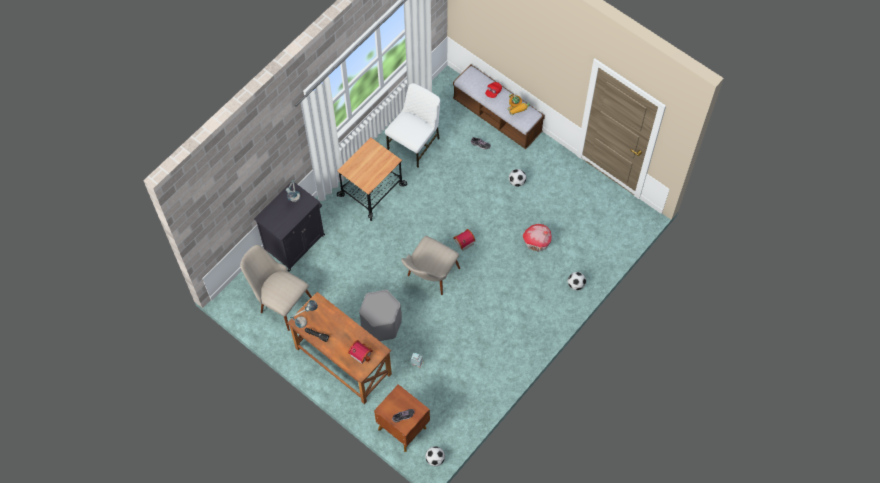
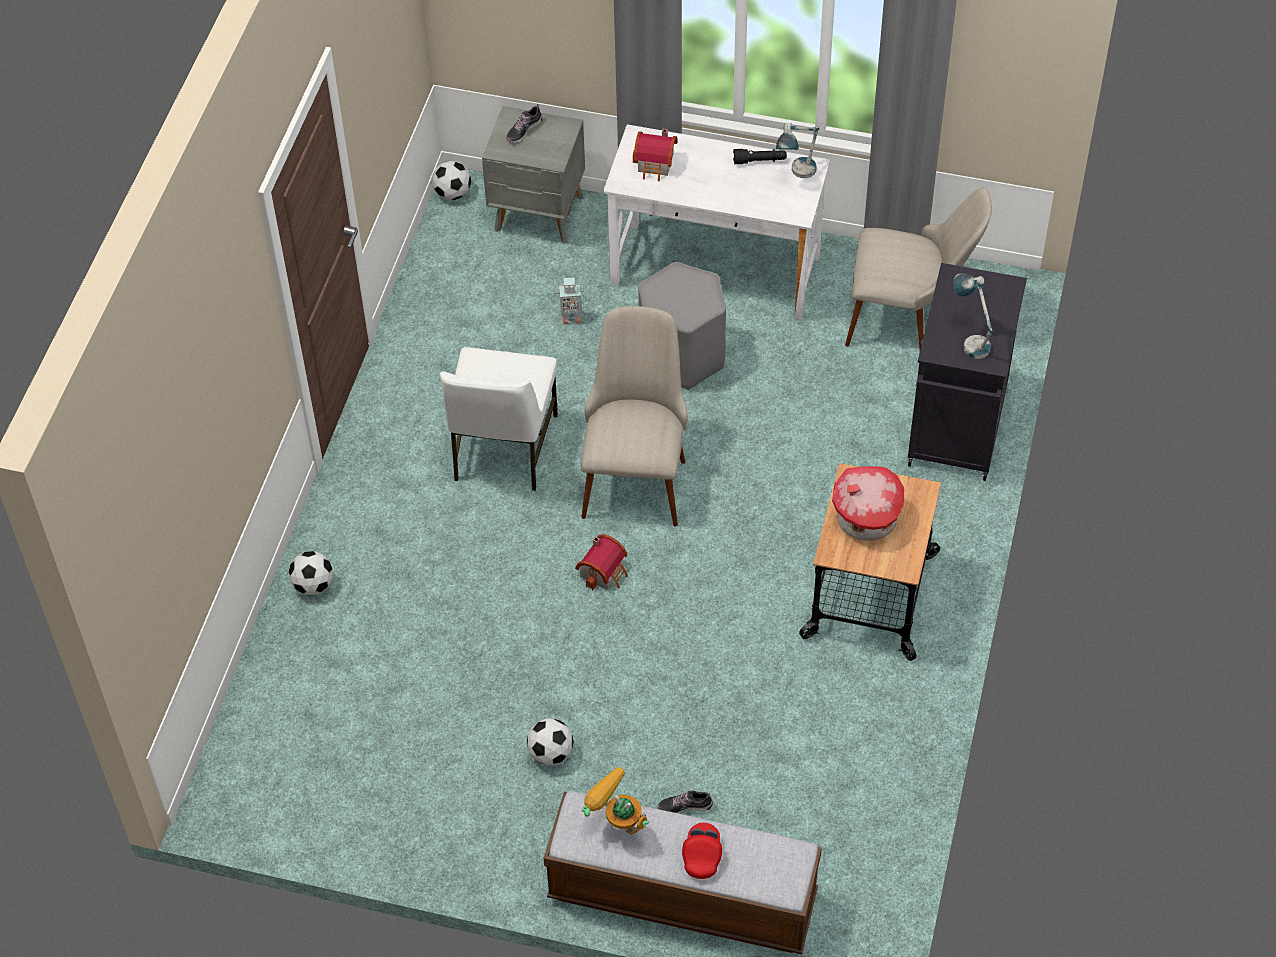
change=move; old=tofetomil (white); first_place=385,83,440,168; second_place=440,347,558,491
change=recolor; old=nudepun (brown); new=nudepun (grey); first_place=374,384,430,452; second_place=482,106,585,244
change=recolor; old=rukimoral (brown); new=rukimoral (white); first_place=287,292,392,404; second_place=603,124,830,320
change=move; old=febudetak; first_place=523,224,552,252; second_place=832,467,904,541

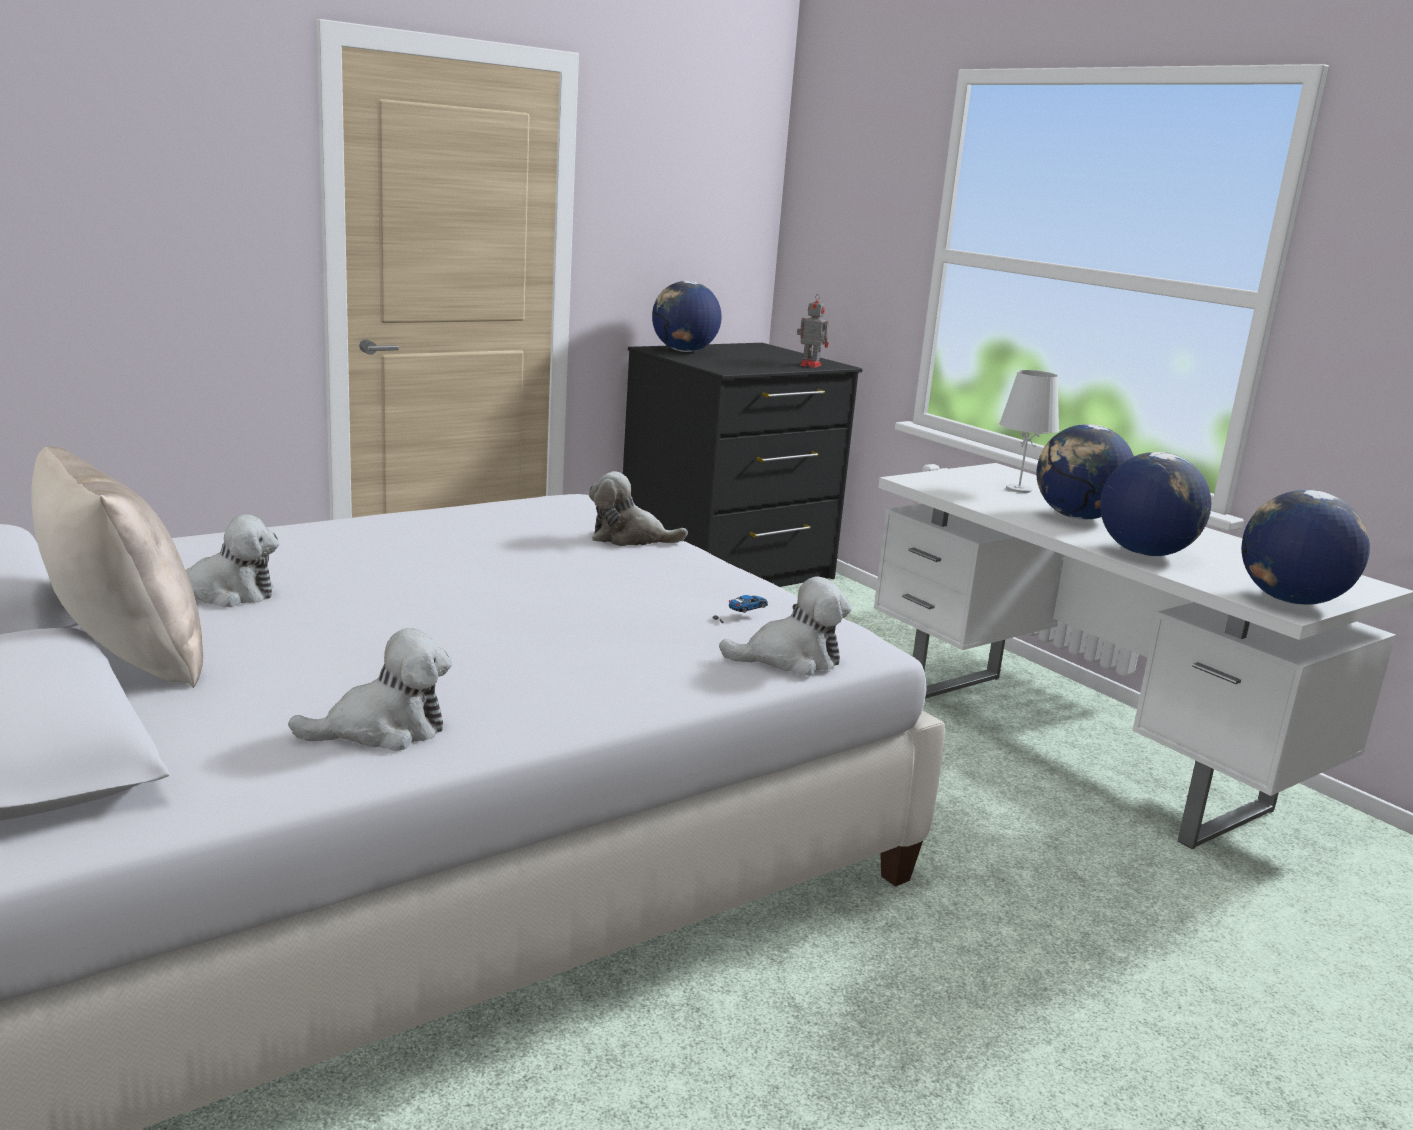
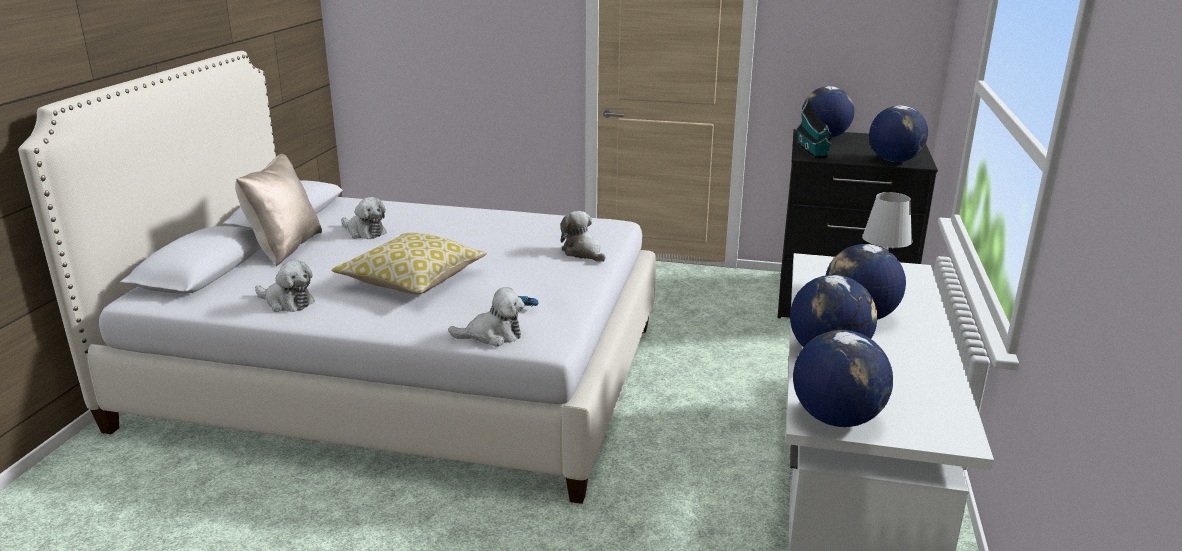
change=insert; new=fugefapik; second_place=332,233,487,294
change=rotate; old=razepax; first_place=719,576,851,675; second_place=448,287,525,347; degrees=-45
change=insert; new=febudetak; second_place=796,99,833,158
change=replace; old=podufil; new=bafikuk; first_place=797,294,829,368; second_place=869,105,928,162

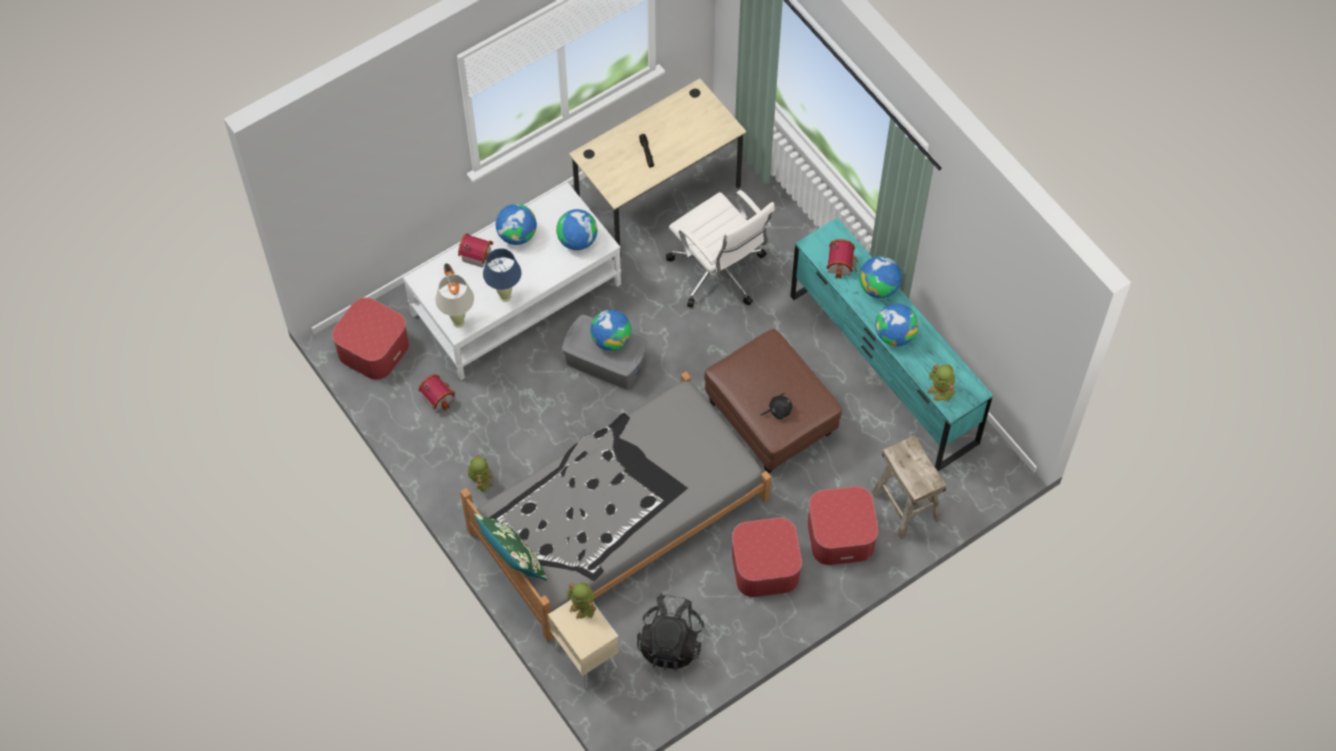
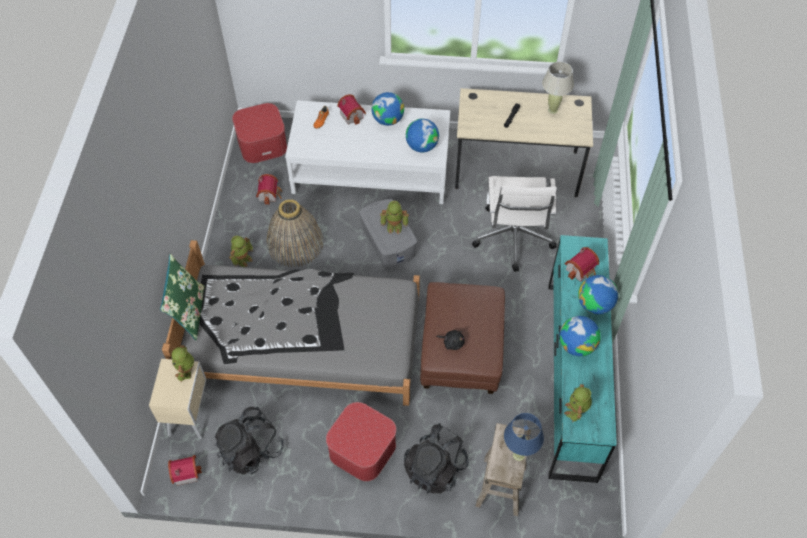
change=insert; new=febudetak; second_place=168,455,202,486
change=insert; new=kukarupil; second_place=267,199,324,267
change=replace; old=bafikuk; new=podufil; first_place=590,310,631,351; second_place=380,201,409,234
change=replace; old=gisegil; new=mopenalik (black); first_place=807,486,879,565; second_place=404,423,469,494
change=move; old=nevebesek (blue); first_place=483,248,521,302; second_place=504,413,544,461
change=move; old=nevebesek (beige); first_place=435,274,474,327; second_place=542,62,574,114

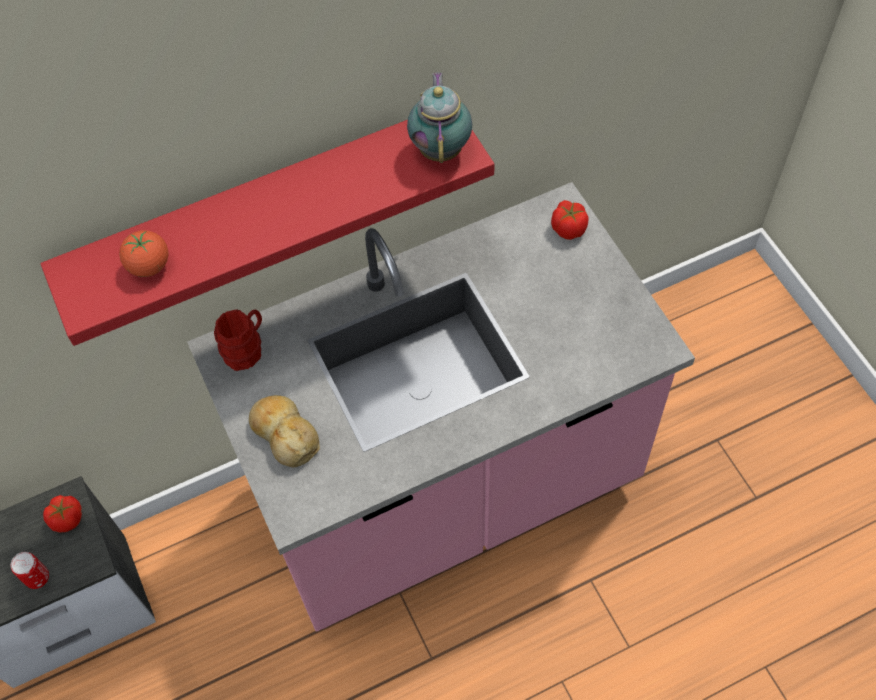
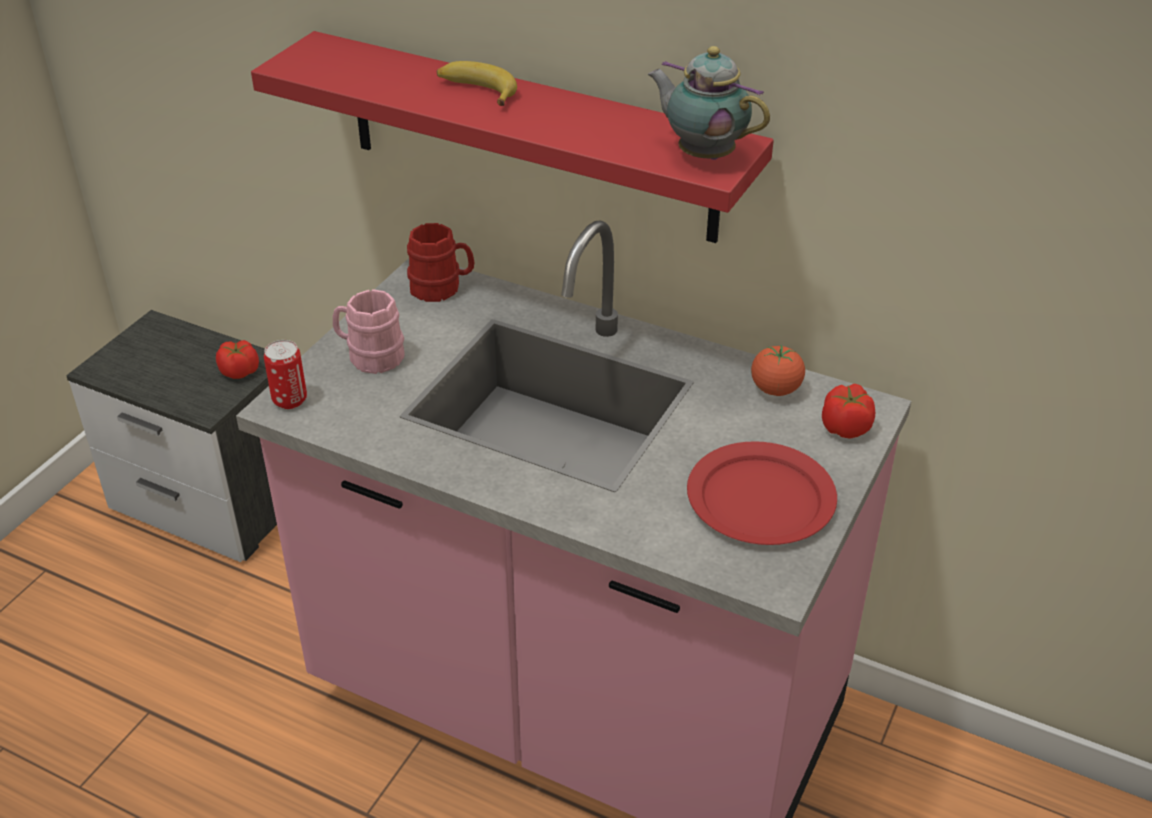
change=move; old=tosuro; first_place=11,552,49,589; second_place=264,340,307,409
change=replace; old=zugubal; new=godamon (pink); first_place=249,395,320,467; second_place=333,289,405,374
change=insert; new=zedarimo; second_place=437,61,517,106
change=rotate; old=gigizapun; first_place=407,72,472,163; second_place=648,46,770,160; degrees=-105
change=insert; new=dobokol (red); second_place=687,441,837,545
change=move; old=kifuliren; first_place=119,230,168,277; second_place=751,345,805,396

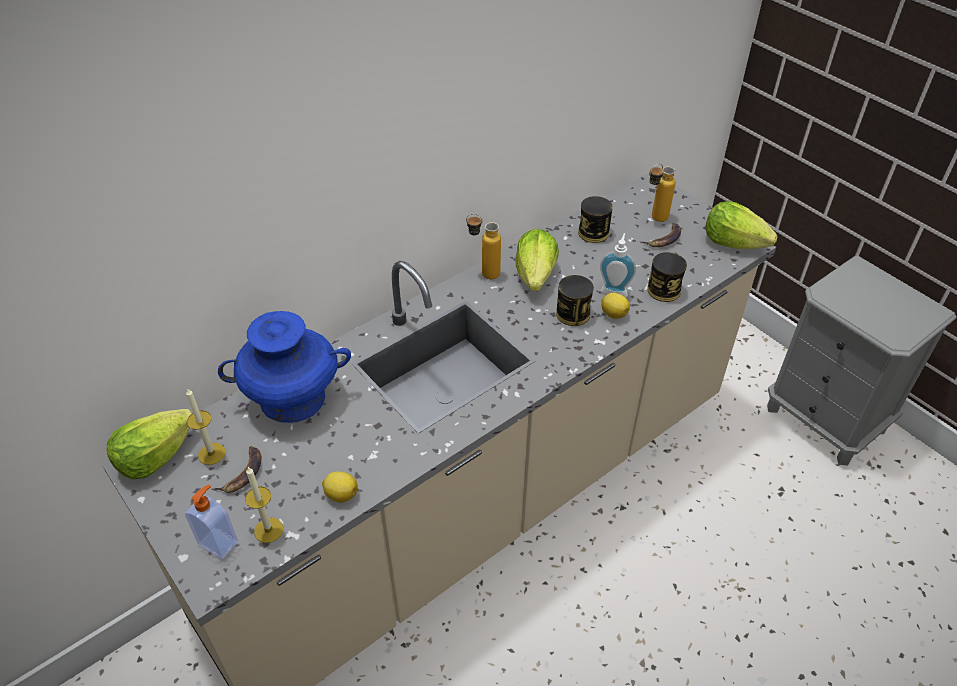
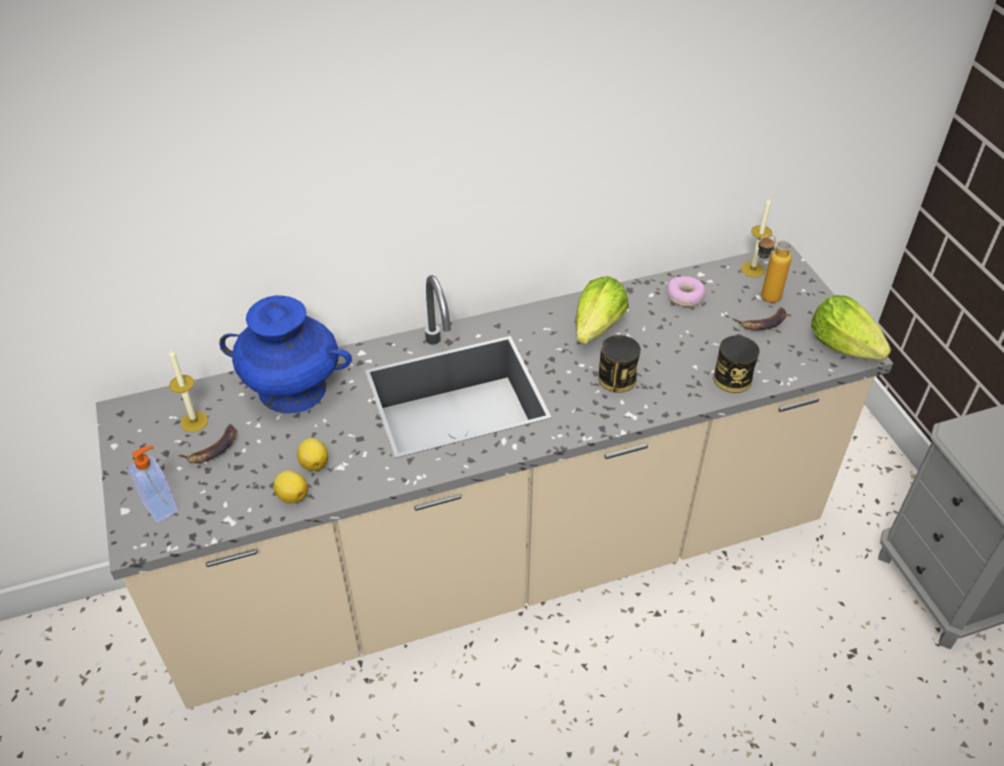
change=move; old=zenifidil; first_place=601,293,630,319; second_place=297,438,328,471
change=replace; old=tosuro; new=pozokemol; first_place=578,196,613,243; second_place=667,276,706,307
change=move; old=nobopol; first_place=245,467,283,543; second_place=741,197,772,277
change=delete; old=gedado; first_place=106,409,192,480
change=delete; old=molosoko; first_place=466,213,501,279
change=delete; old=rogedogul; first_place=600,233,636,297

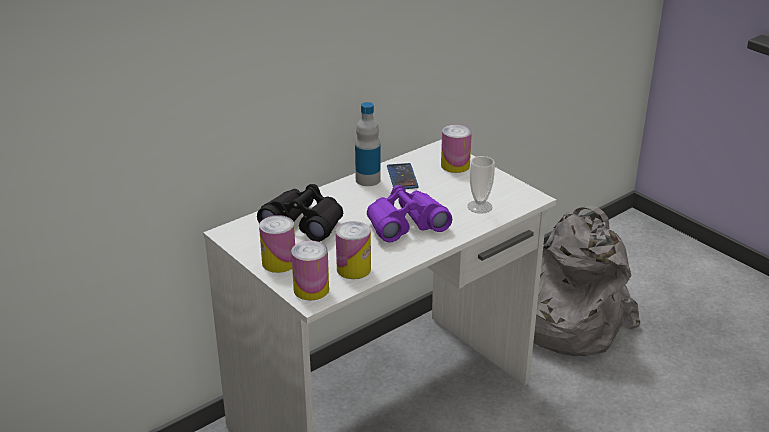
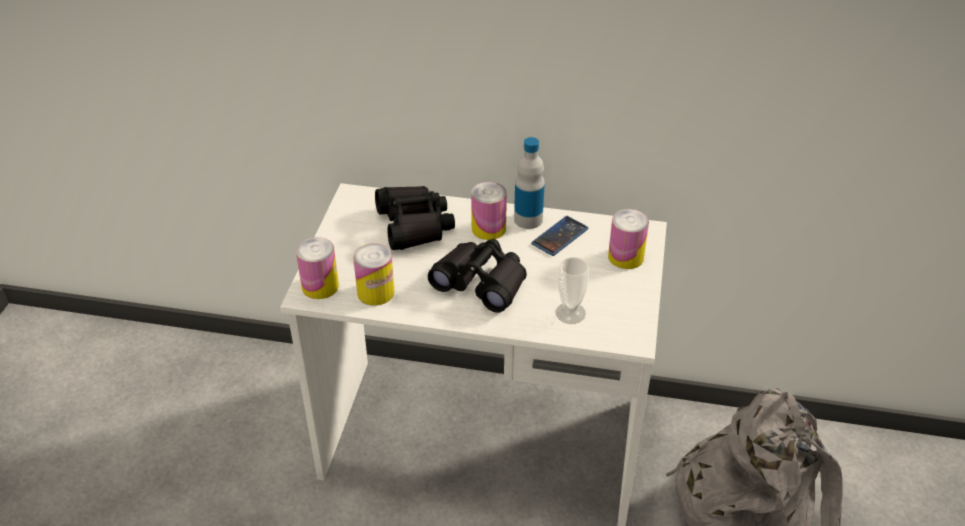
change=recolor; old=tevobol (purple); new=tevobol (black); first_place=367,185,452,242; second_place=428,239,527,313
change=move; old=tosuro; first_place=259,215,295,273; second_place=471,182,507,240

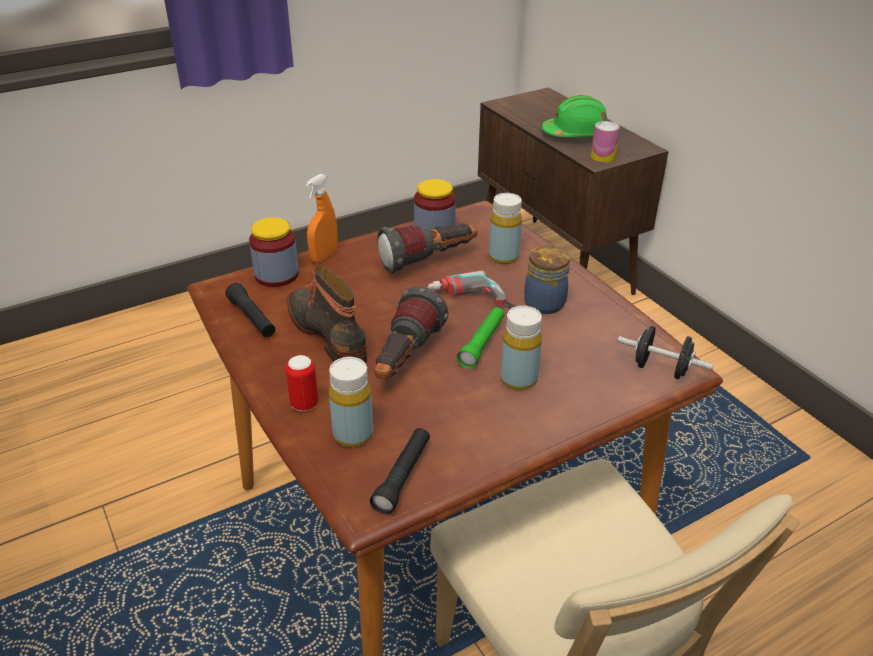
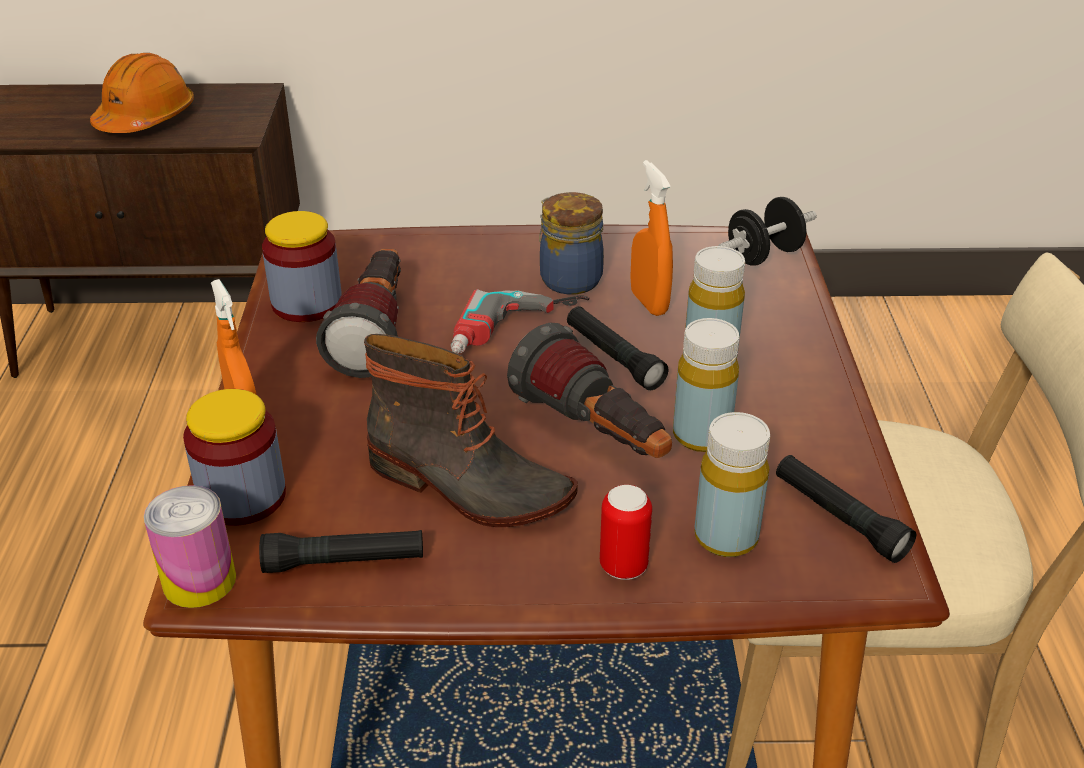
change=recolor; old=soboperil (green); new=soboperil (orange); first_place=542,95,607,138; second_place=90,53,194,133
change=move; old=tosuro; first_place=591,121,620,162; second_place=144,485,236,608
change=rotate; old=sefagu; first_place=287,266,367,364; second_place=364,334,578,527; degrees=-150
change=recolor; old=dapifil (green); new=dapifil (black); first_place=457,307,505,369; second_place=567,306,669,390
change=insert; new=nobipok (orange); second_place=630,160,673,316
change=move; old=molosoko (yellow); first_place=489,193,522,264; second_place=673,318,740,452

